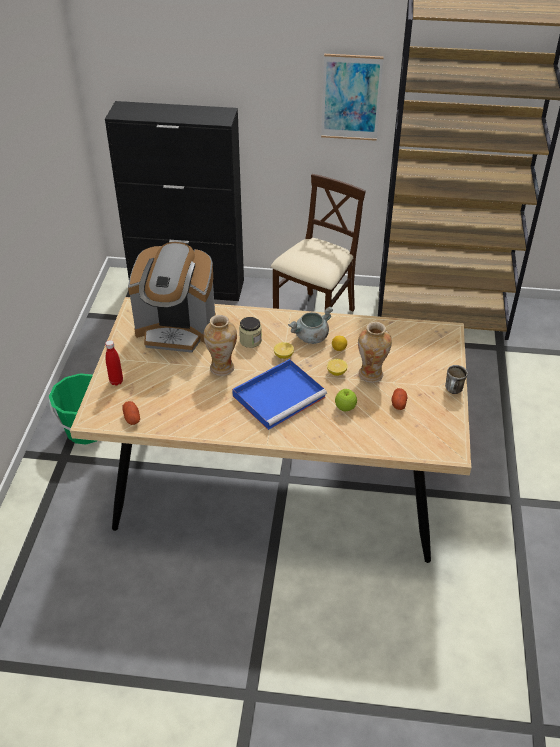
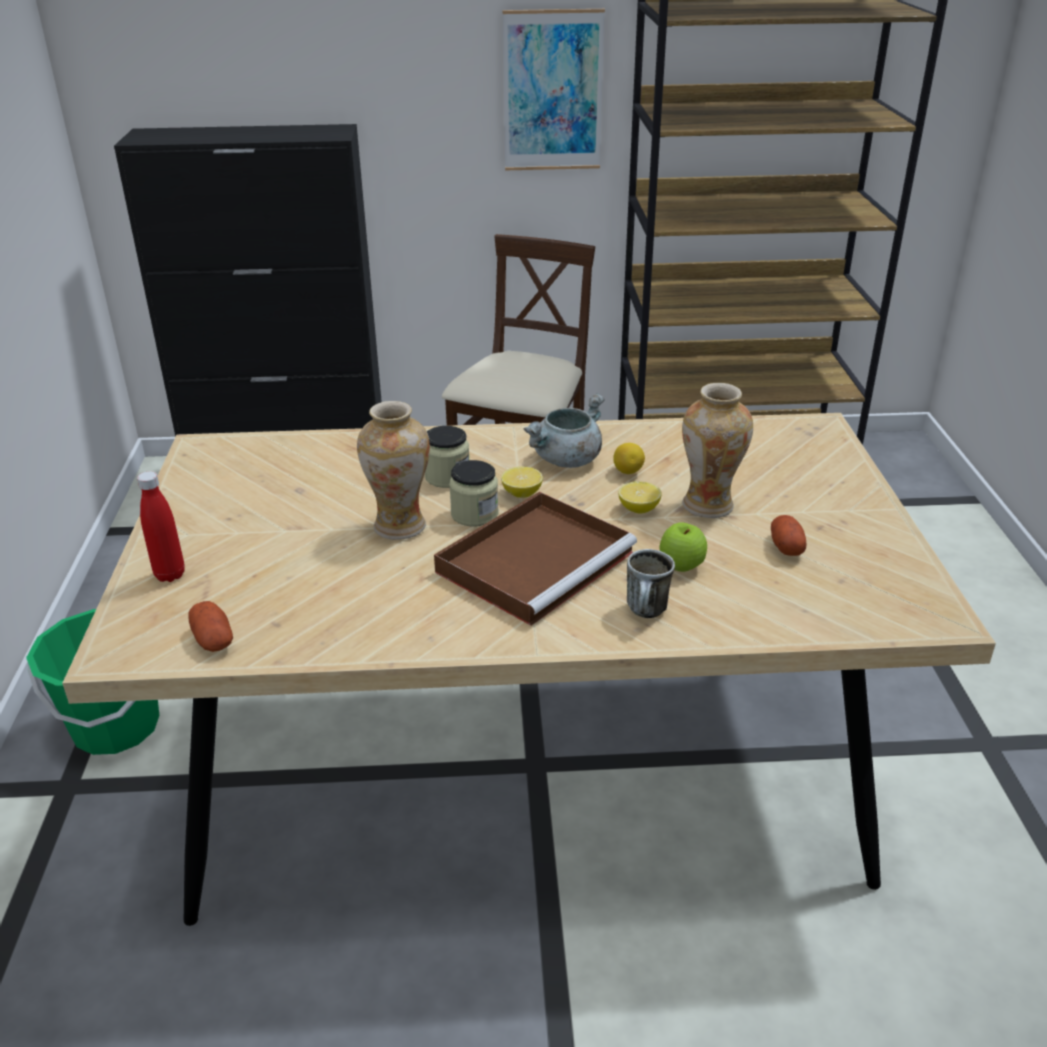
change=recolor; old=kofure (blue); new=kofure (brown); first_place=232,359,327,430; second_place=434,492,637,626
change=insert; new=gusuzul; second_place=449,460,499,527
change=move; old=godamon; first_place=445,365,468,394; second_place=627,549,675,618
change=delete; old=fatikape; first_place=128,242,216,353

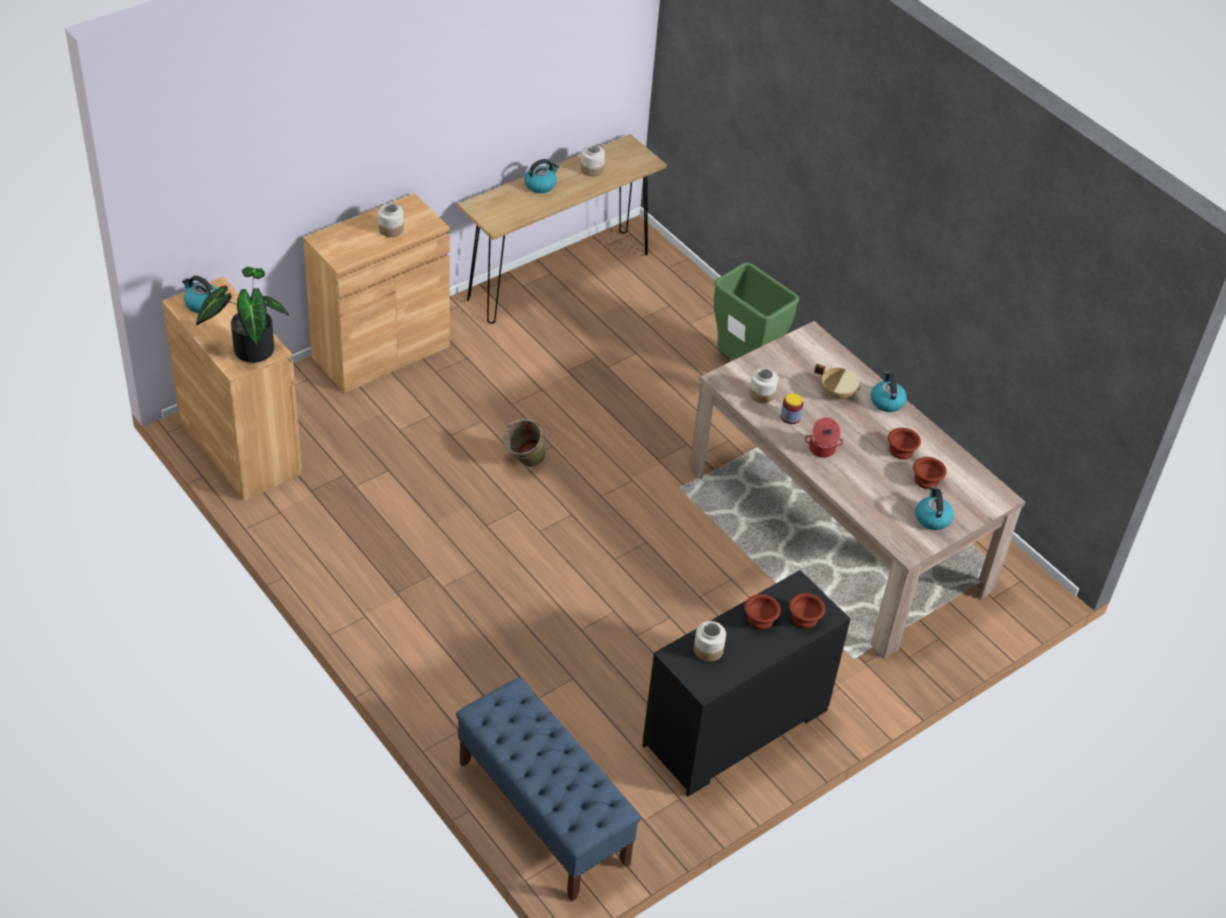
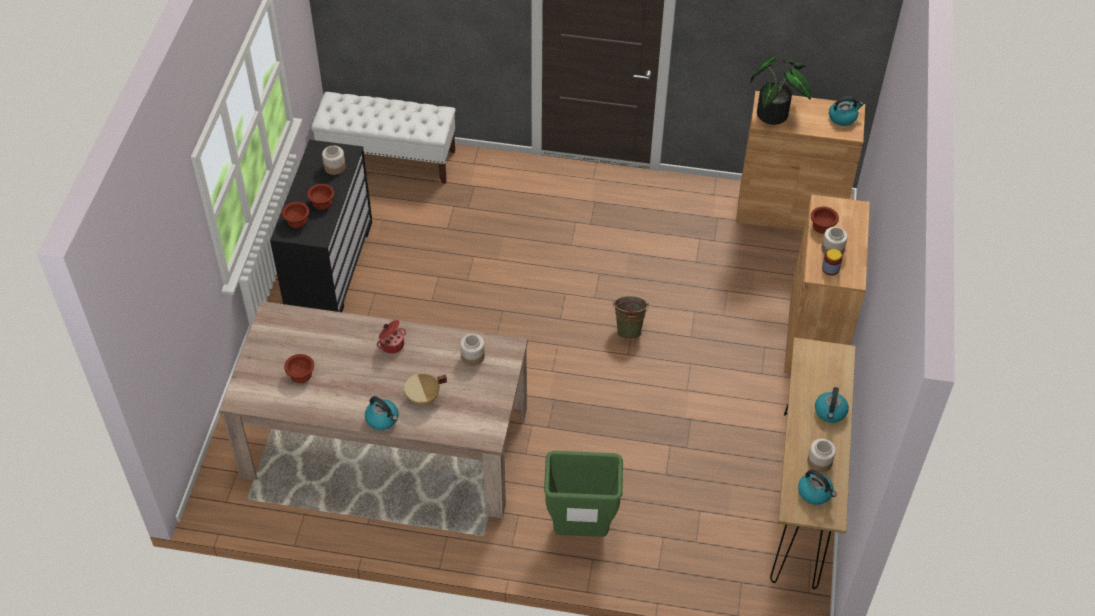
change=recolor; old=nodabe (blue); new=nodabe (white); first_place=456,677,641,901; second_place=311,92,456,184
change=move; old=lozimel; first_place=916,486,954,530; second_place=798,469,836,505
change=move; old=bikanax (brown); first_place=888,428,921,459; second_place=811,207,839,234
change=move; old=gusuzul; first_place=781,393,803,424; second_place=822,249,842,275

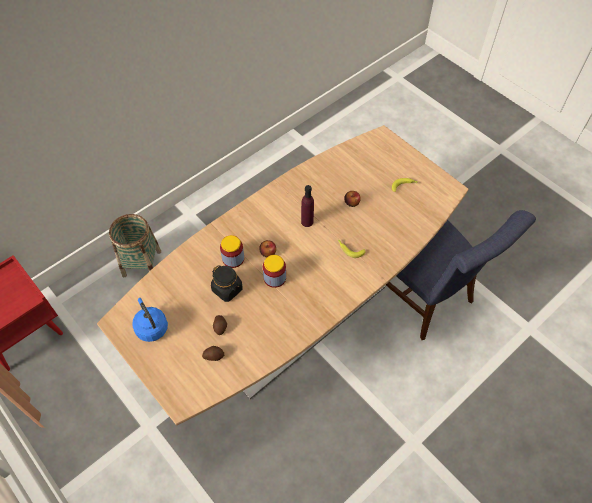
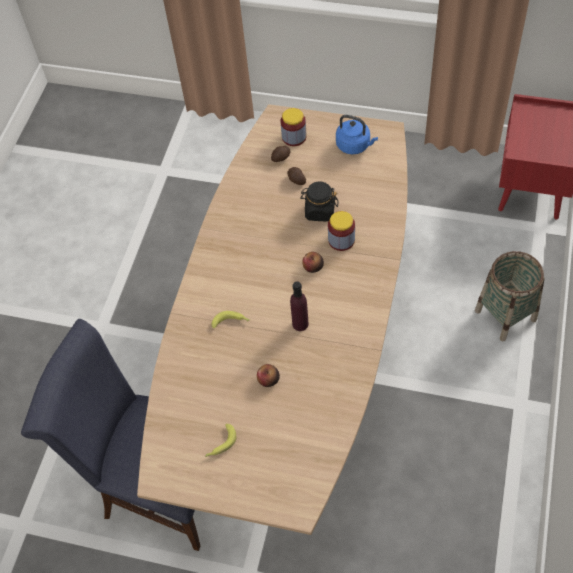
change=move; old=gusuzul; first_place=263,255,286,288; second_place=281,108,306,146

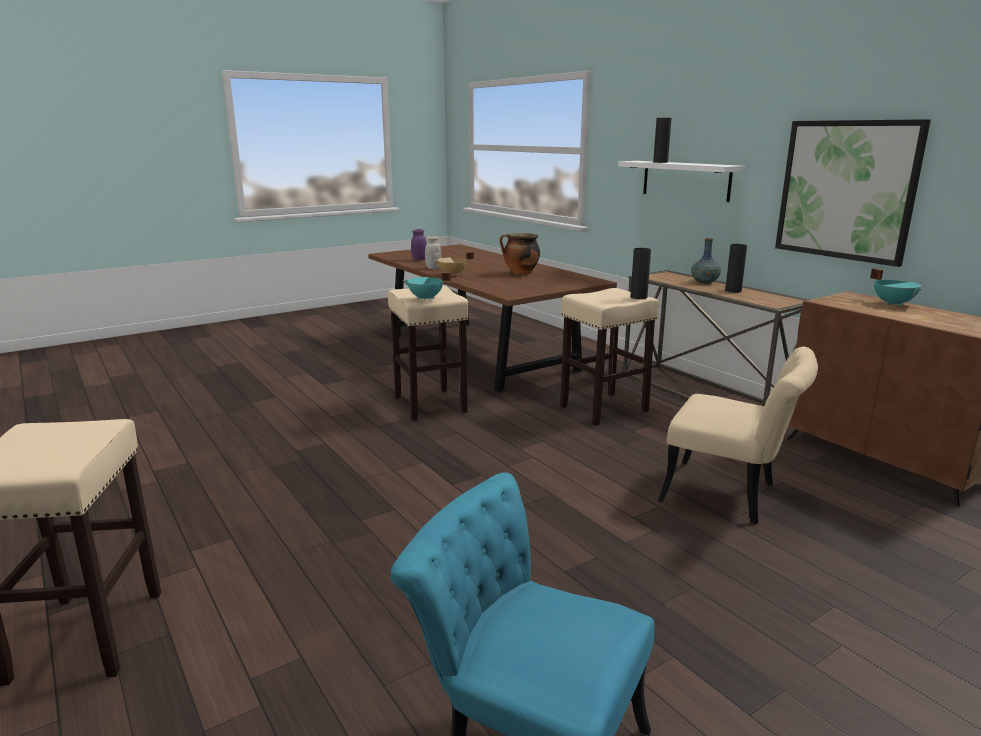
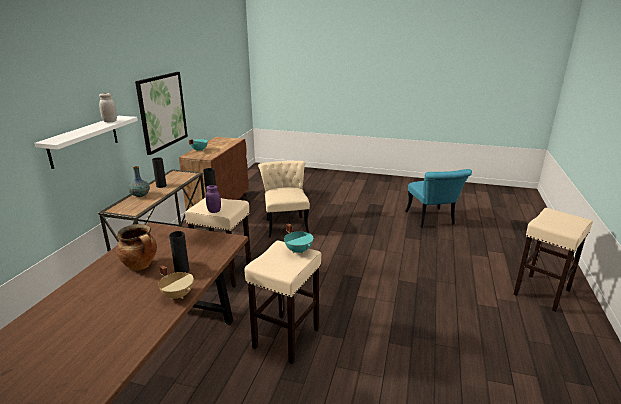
change=move; old=gusuzul (white); first_place=425,236,441,269; second_place=99,93,117,122
change=move; old=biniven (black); first_place=653,118,671,163; second_place=169,231,189,273
change=move; old=gusuzul (purple); first_place=411,229,427,261; second_place=206,185,221,213

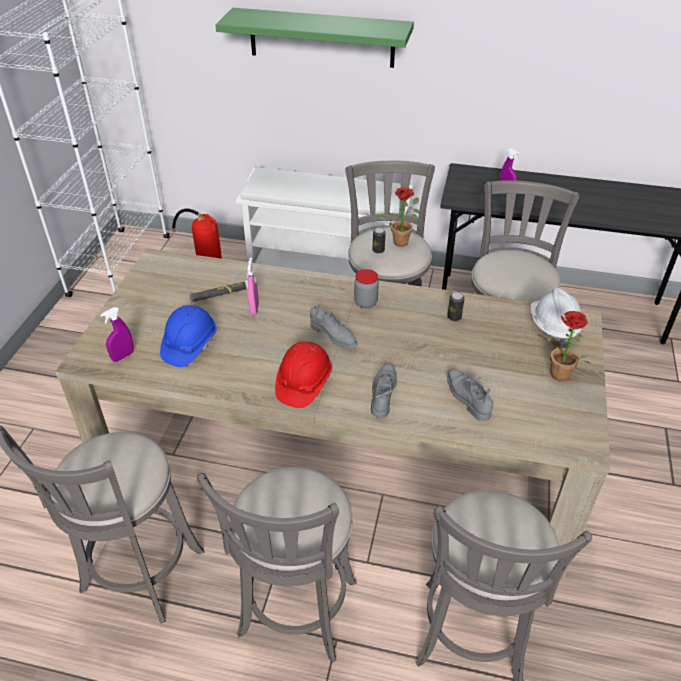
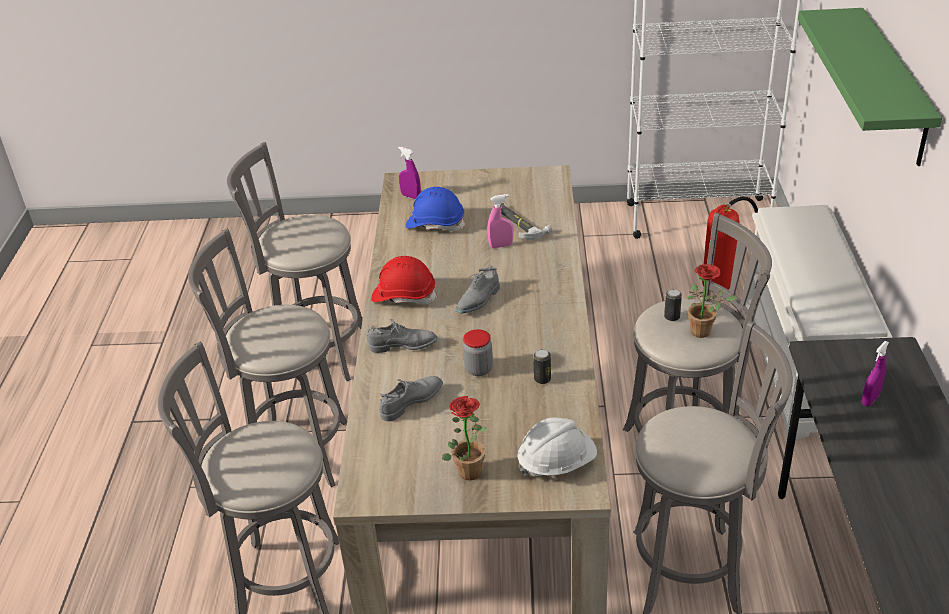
change=move; old=gusuzul; first_place=354,269,379,308; second_place=463,329,493,376

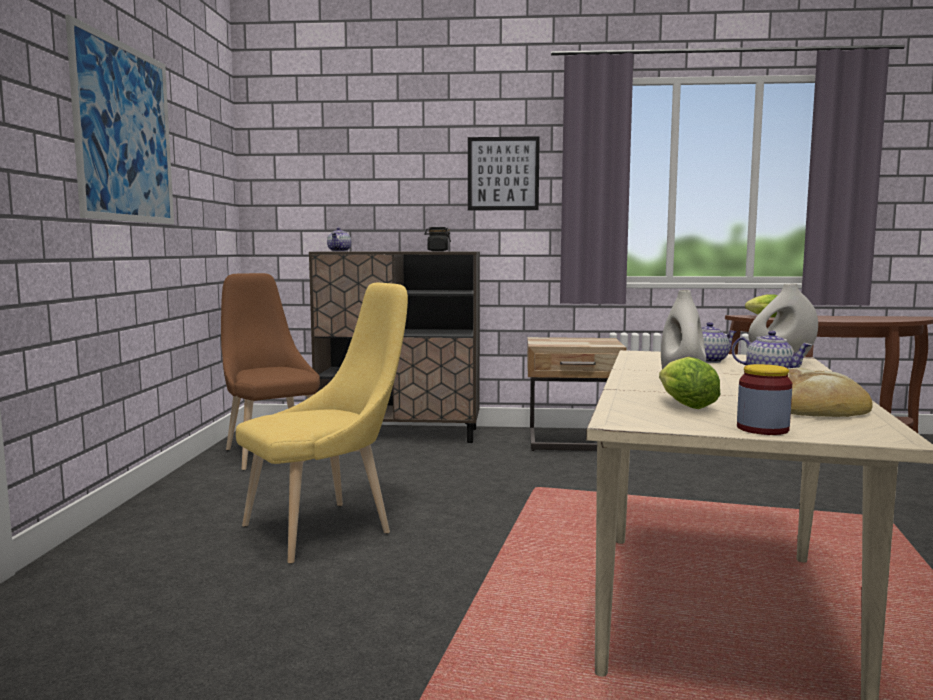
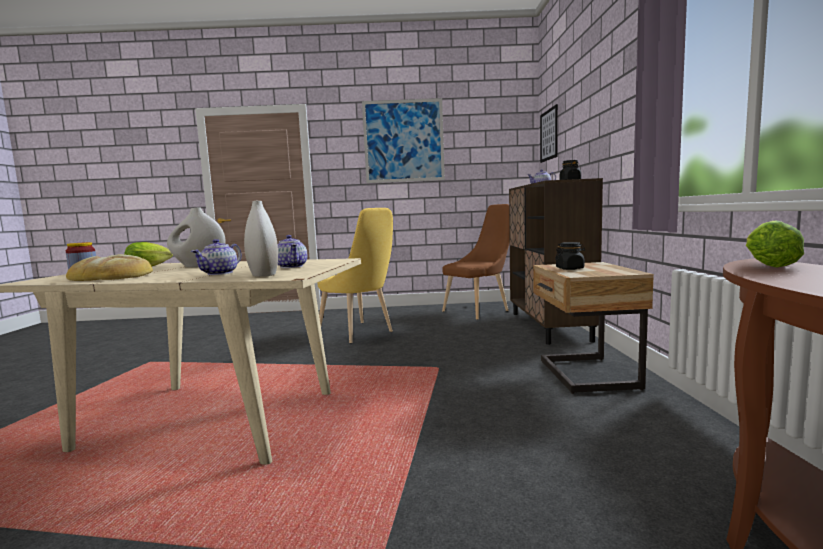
change=move; old=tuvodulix; first_place=468,136,540,210; second_place=540,104,558,163
change=insert; new=gusuzul (black); second_place=555,242,585,270

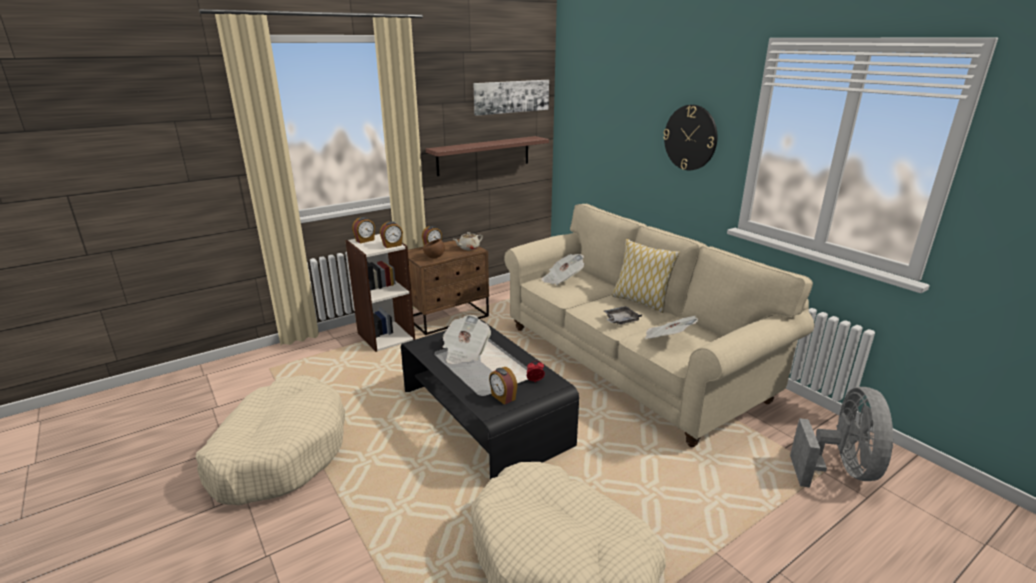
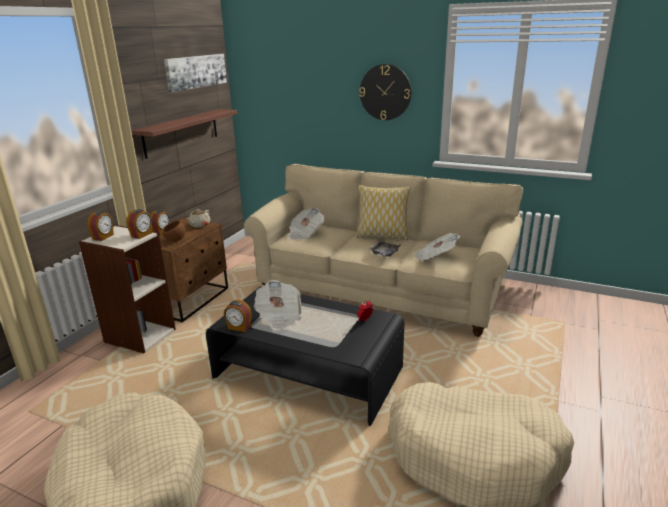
change=move; old=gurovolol; first_place=489,367,517,405; second_place=224,300,252,332
change=delete; old=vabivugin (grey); first_place=790,387,894,488

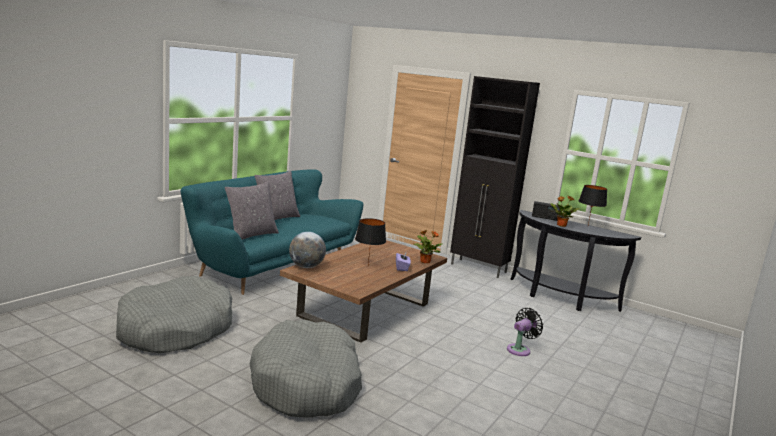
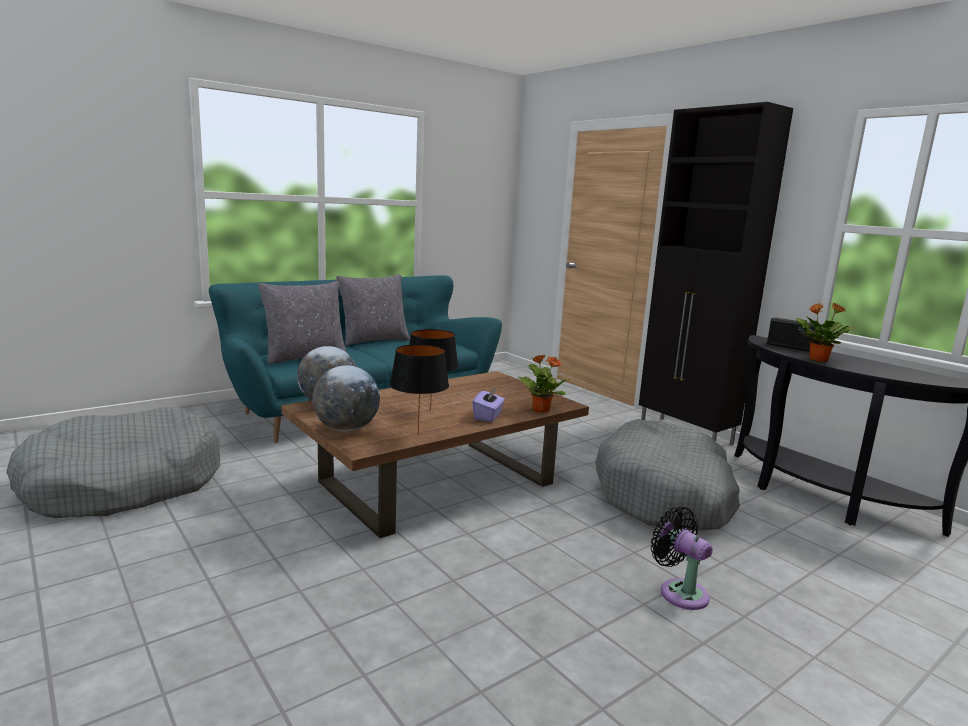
change=insert; new=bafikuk; second_place=312,365,380,432
change=move; old=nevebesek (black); first_place=579,185,607,225; second_place=390,344,449,435
change=move; old=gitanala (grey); first_place=250,320,362,418; second_place=595,419,740,531
change=rotate; old=vabivugin (black); first_place=507,308,543,356; second_place=651,506,713,610; degrees=-105

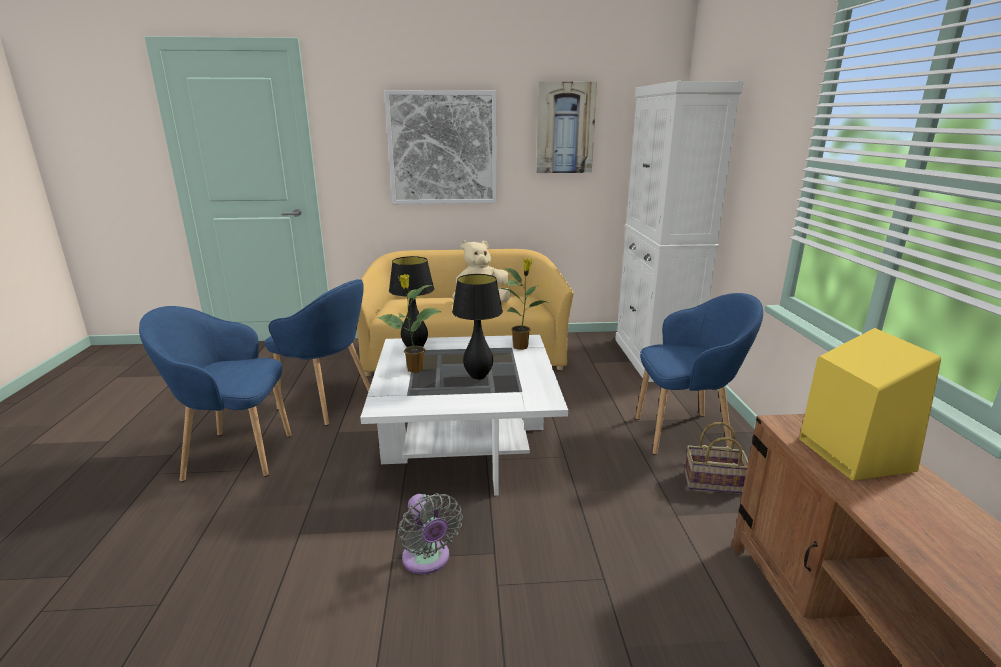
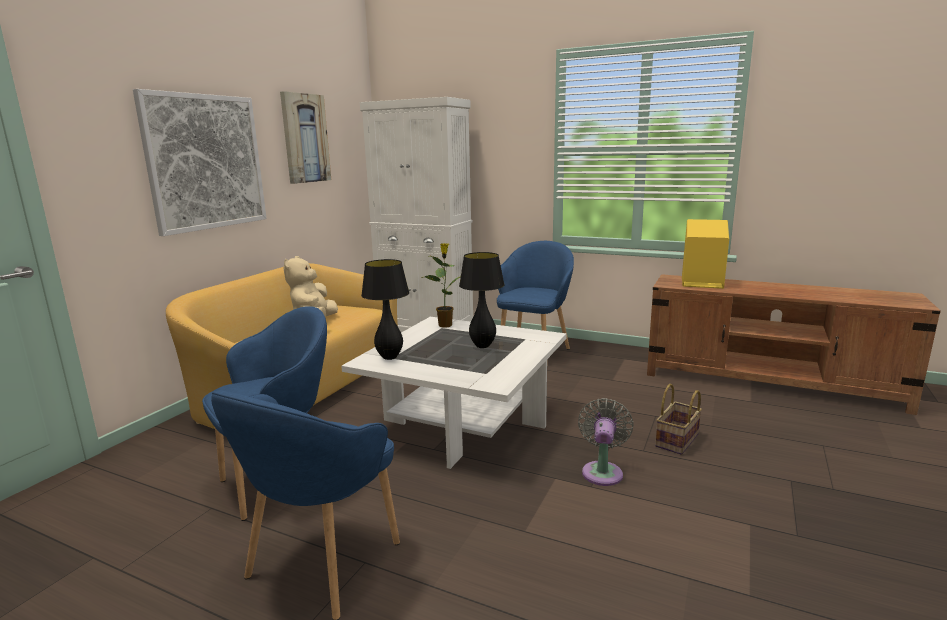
change=rotate; old=vabivugin (grey); first_place=398,493,463,574; second_place=578,398,634,486; degrees=-75
change=move; old=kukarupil; first_place=684,422,749,494; second_place=655,384,702,455
change=delete; old=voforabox; first_place=377,274,442,373

